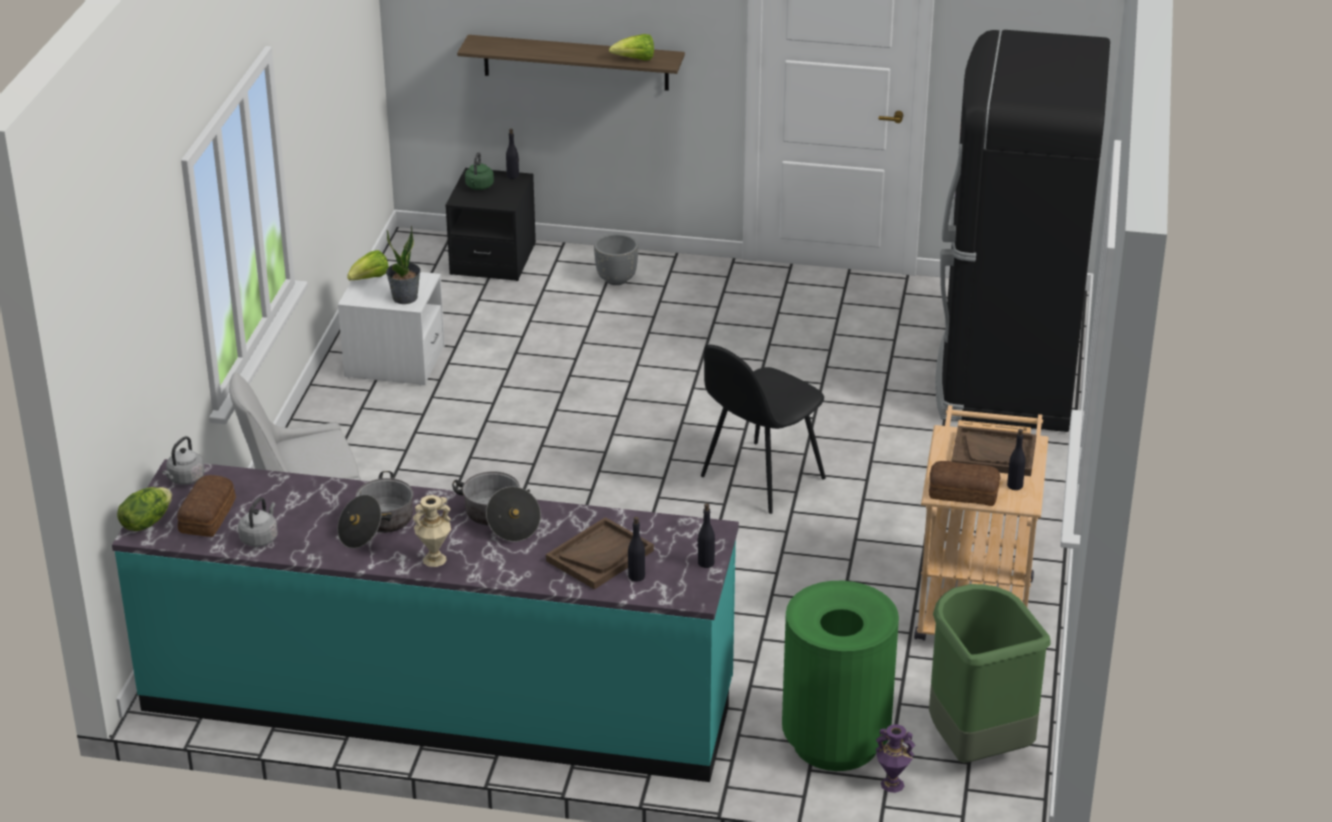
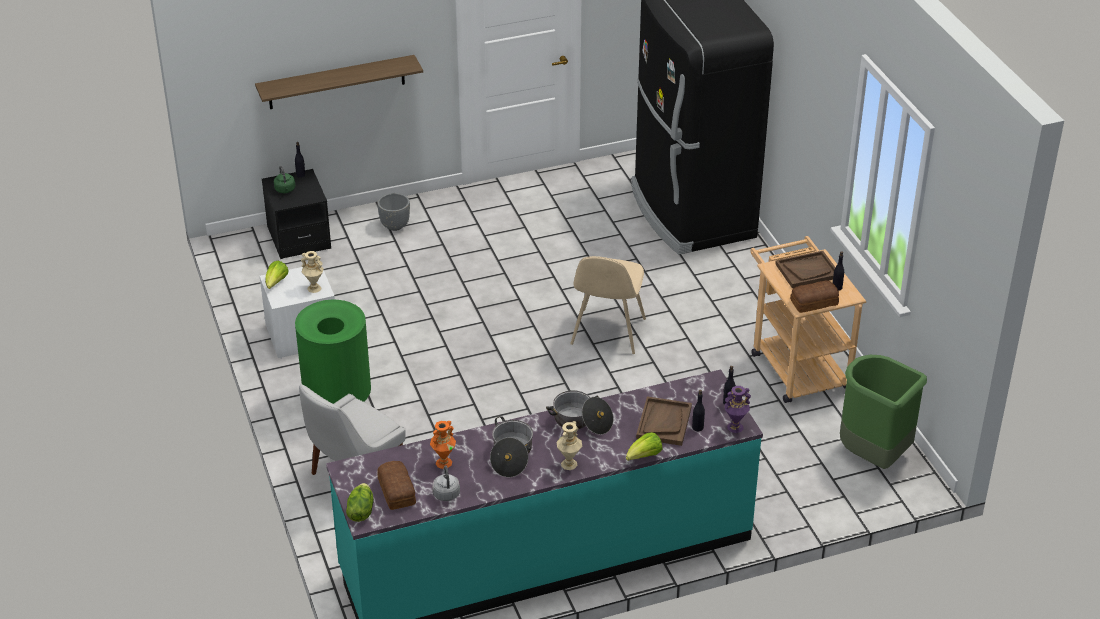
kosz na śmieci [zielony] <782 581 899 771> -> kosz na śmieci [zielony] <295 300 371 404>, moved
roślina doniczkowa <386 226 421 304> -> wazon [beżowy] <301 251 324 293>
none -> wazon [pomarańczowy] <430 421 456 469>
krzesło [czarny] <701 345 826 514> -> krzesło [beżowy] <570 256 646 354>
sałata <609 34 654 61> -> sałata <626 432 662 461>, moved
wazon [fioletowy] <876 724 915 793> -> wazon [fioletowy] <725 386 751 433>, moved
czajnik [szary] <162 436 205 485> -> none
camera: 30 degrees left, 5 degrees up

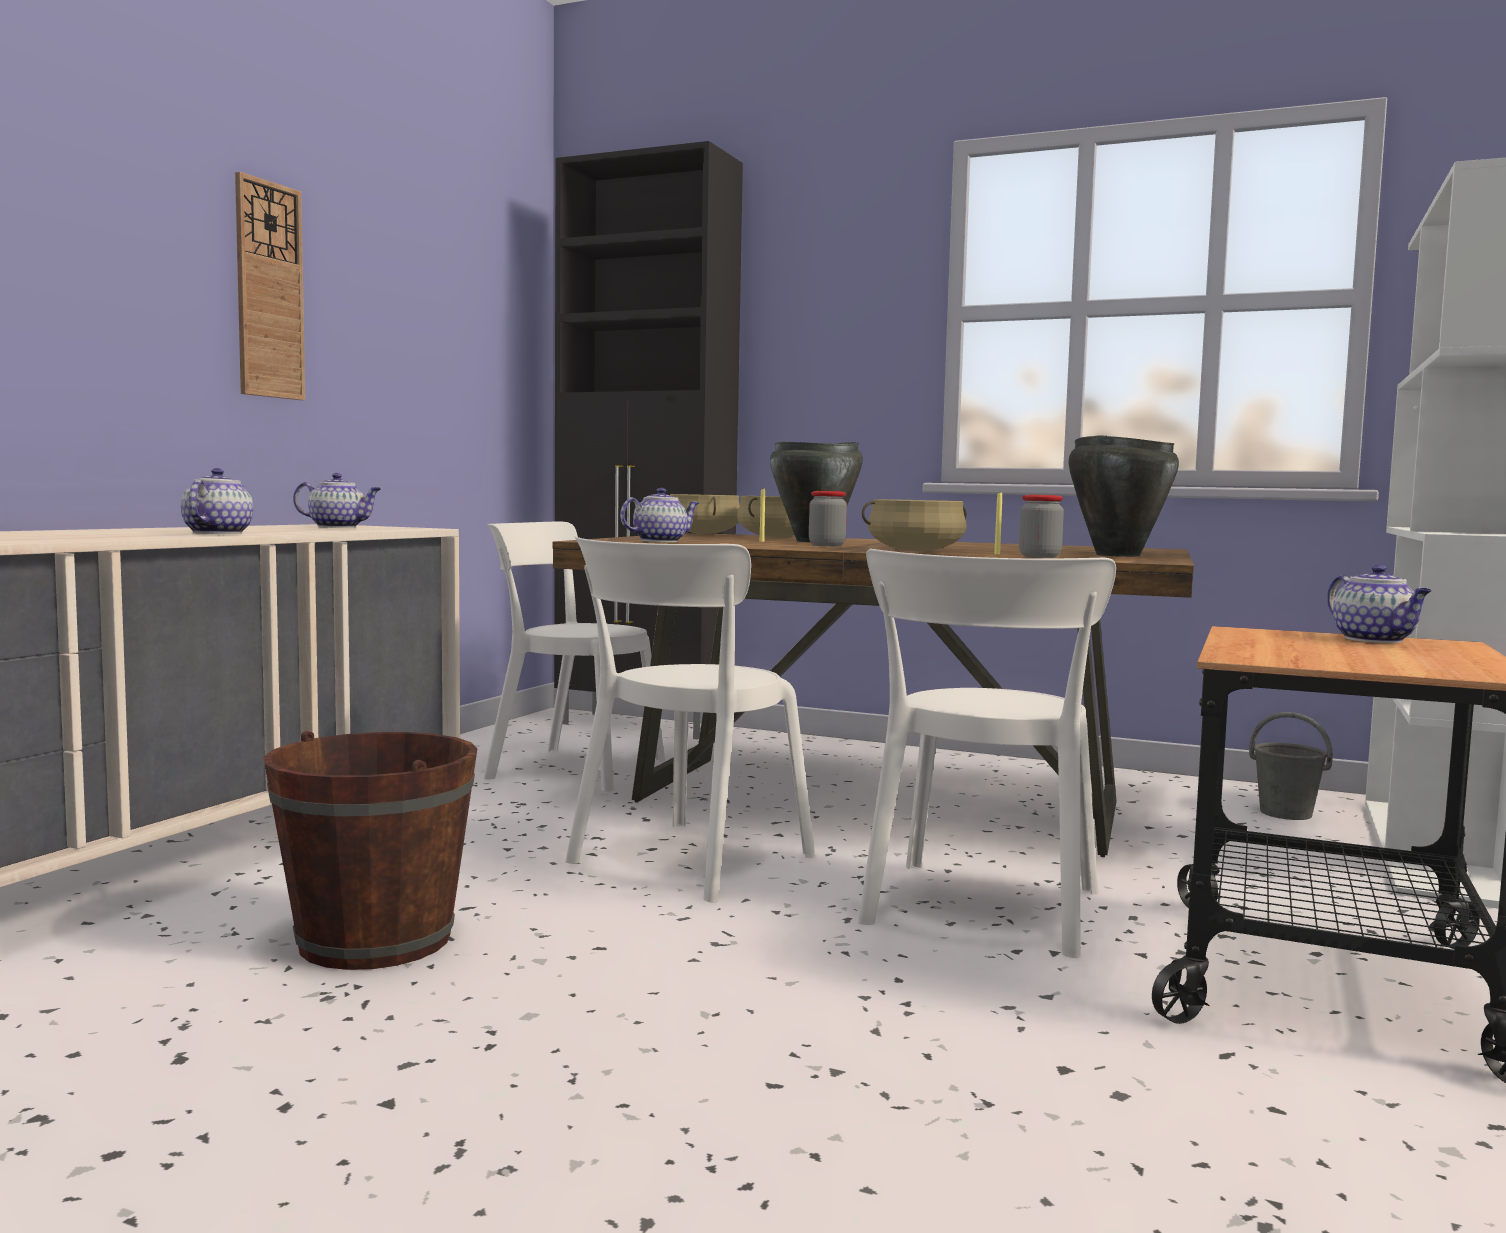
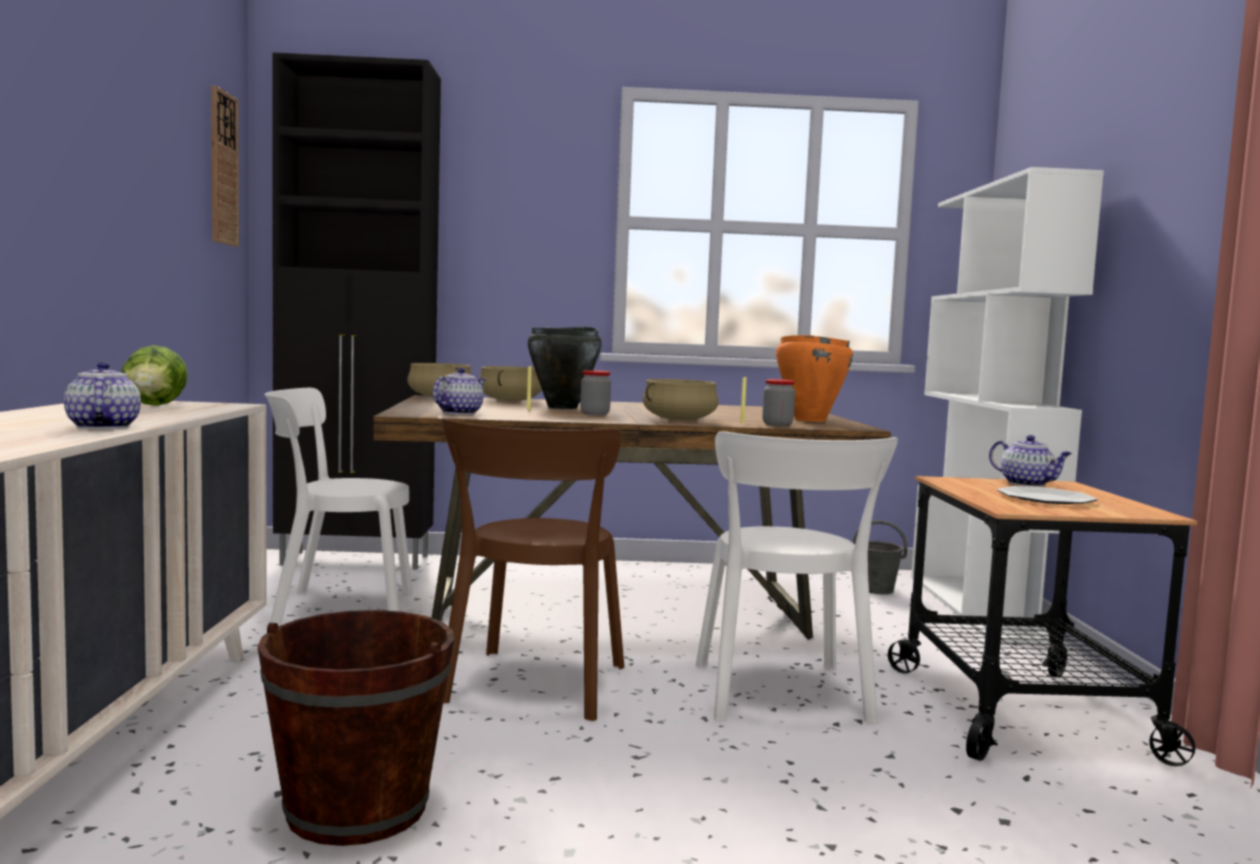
imbryk <293 473 381 528> -> sałata <121 345 188 406>
zegar ścienny <235 172 305 400> -> zegar ścienny <211 85 239 247>, moved
krzesło [biały] <565 536 815 902> -> krzesło [brązowy] <442 419 624 721>
garnek [czarny] <1069 435 1179 557> -> garnek [pomarańczowy] <776 335 853 422>
none -> talerz <997 486 1097 504>
camera: 25 degrees left, 0 degrees up

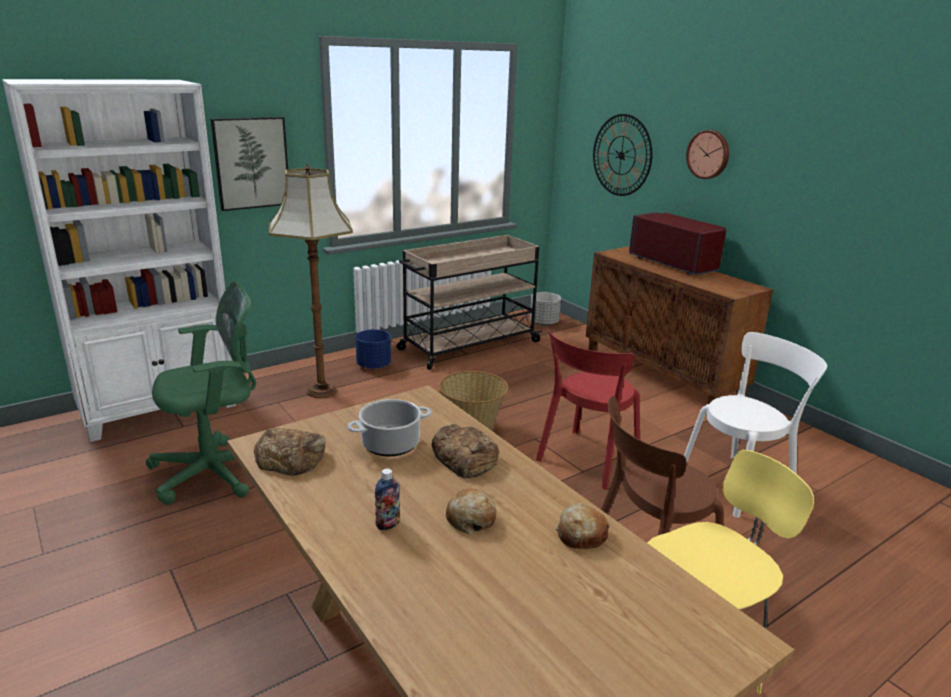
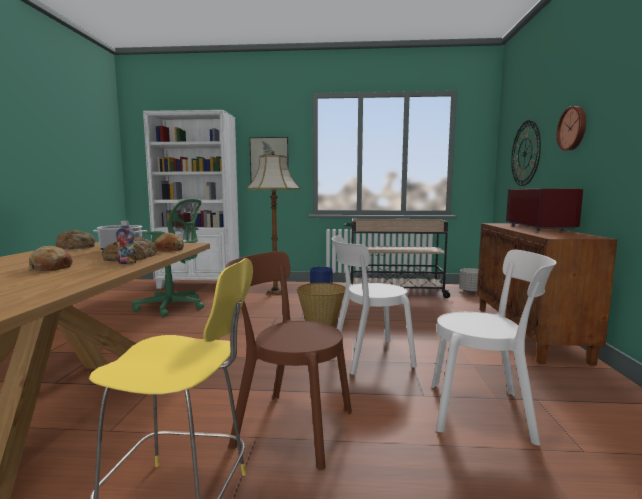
butelka <375 469 400 530> -> butelka <116 221 136 264>, moved
chleb <556 503 609 549> -> chleb <154 233 184 252>, moved
krzesło [czerwony] <536 329 640 490> -> krzesło [biały] <332 235 417 375>
camera: 40 degrees right, 15 degrees down

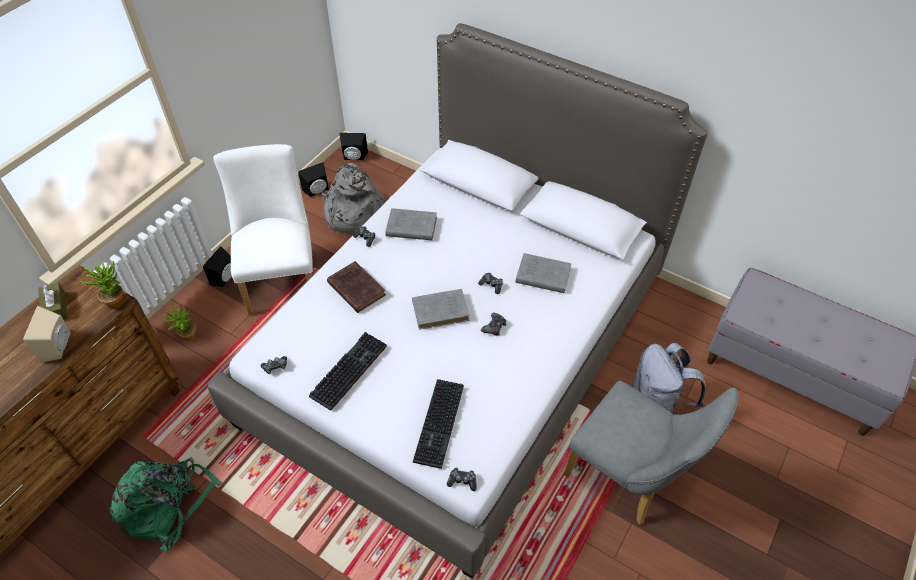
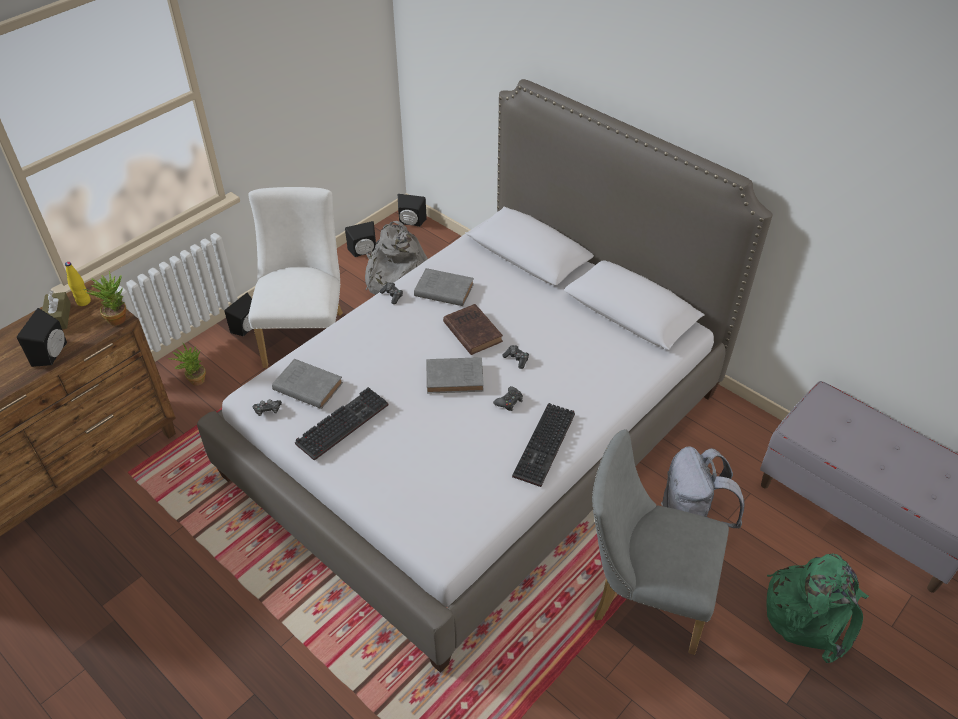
głośnik [beżowy] <23 306 71 363> -> głośnik [czarny] <17 308 67 367>
none -> butelka [żółty] <65 262 91 306>
książka [szary] <516 253 572 293> -> książka [szary] <272 359 343 409>, moved
książka [brązowy] <327 261 386 313> -> książka [brązowy] <443 304 503 355>, moved
klawiatura <413 379 464 469> -> klawiatura <512 403 575 487>, moved
krzesło [szary] <564 381 739 525> -> krzesło [szary] <592 429 729 655>, 150 degrees clockwise
plecak [zielony] <109 458 222 552> -> plecak [zielony] <766 554 869 663>, moved
pad do gier <447 468 477 491> -> none
camera: 10 degrees right, 5 degrees down

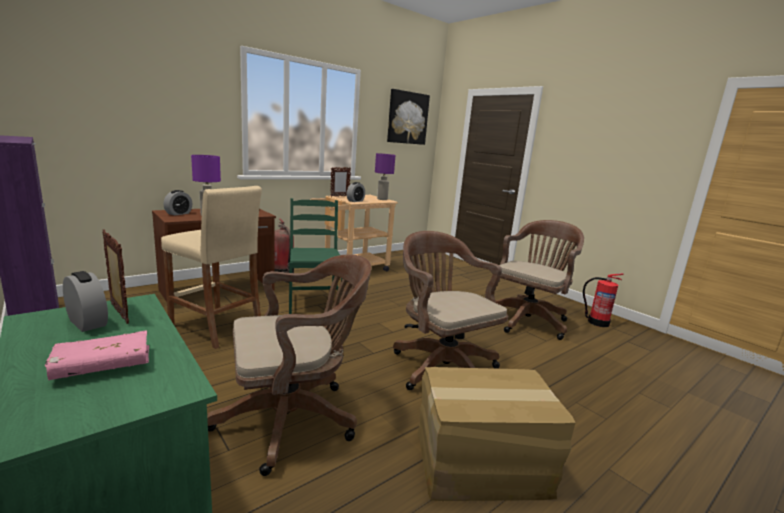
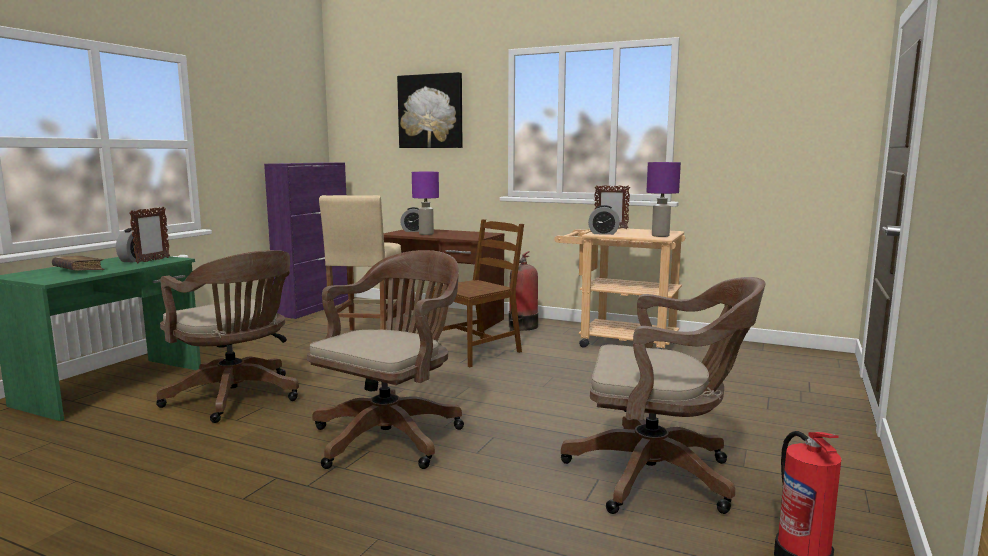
książka [różowy] <45 330 149 380> -> książka [brązowy] <52 256 105 271>
obraz <387 89 430 145> -> obraz <397 72 462 148>, moved
krzesło [zielony] <289 198 344 314> -> krzesło [brązowy] <429 219 524 367>
karton <417 367 575 501> -> none
camera: 65 degrees right, 5 degrees down

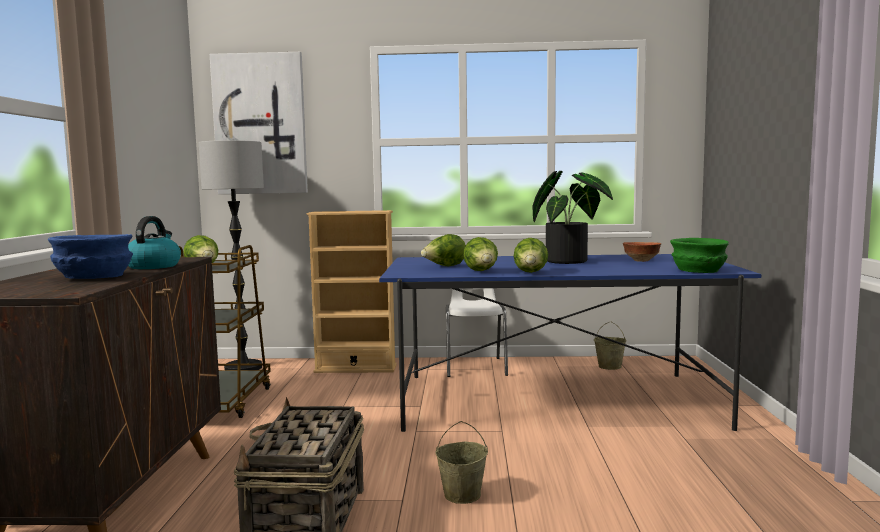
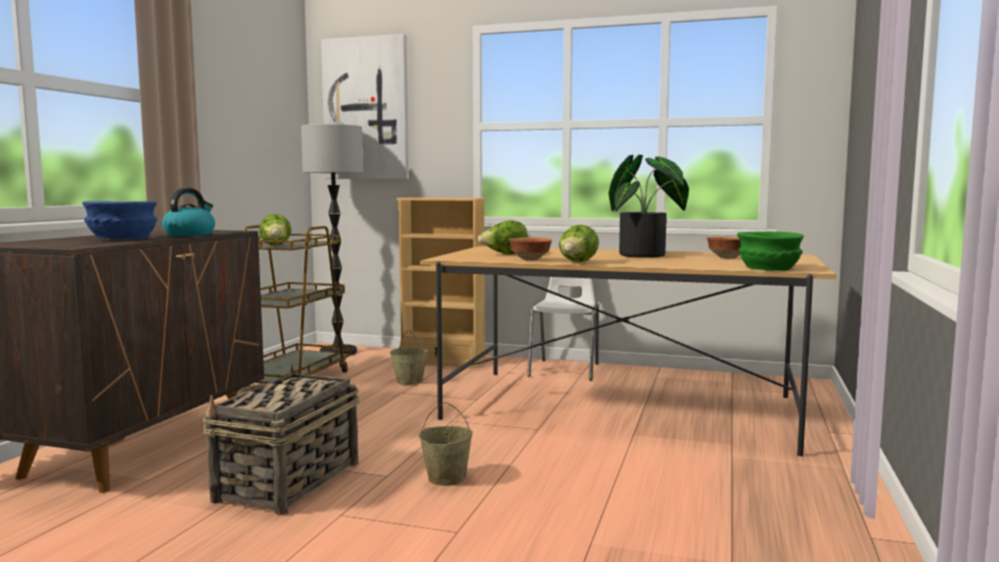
wiadro [beżowy] <594 321 627 370> -> wiadro [beżowy] <390 330 428 385>, moved
stół jadalny [niebieski] <379 254 761 432> -> stół jadalny [beżowy] <420 246 837 456>
sałata <463 237 498 271> -> miska <509 237 552 261>
camera: 15 degrees right, 0 degrees up

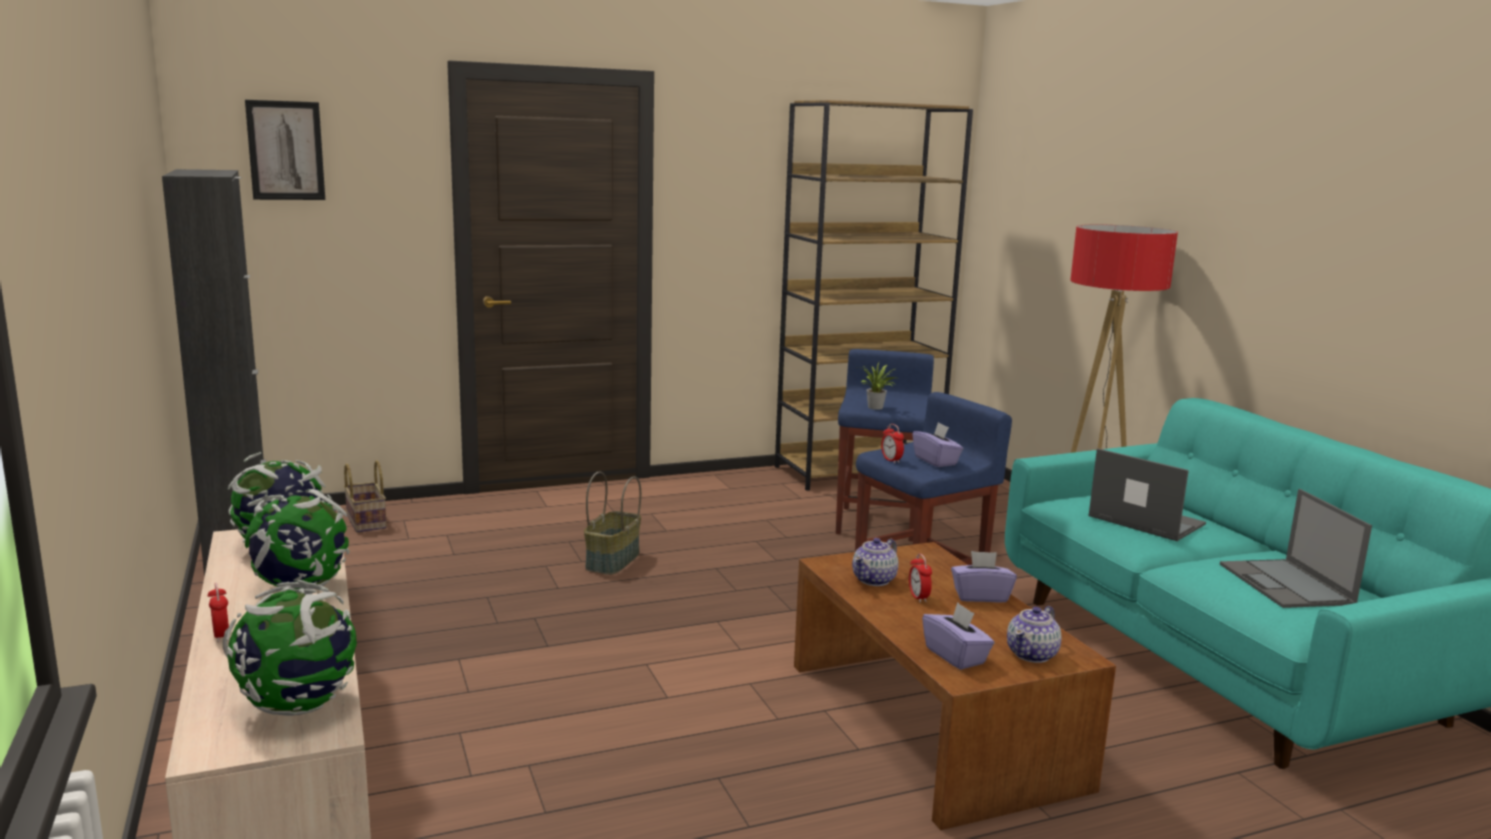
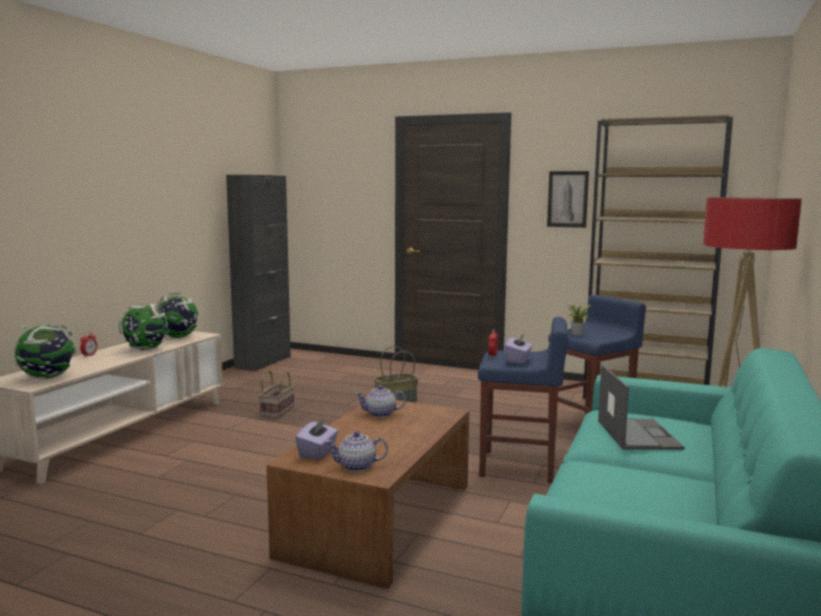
koszyk <344 460 387 533> -> koszyk <258 369 294 419>, moved
obraz <245 100 325 200> -> obraz <547 171 589 228>, moved
budzik <909 553 932 603> -> none
pudełko chusteczek [fioletowy] <951 551 1017 603> -> none
laptop <1220 489 1372 608> -> none
camera: 45 degrees right, 5 degrees down

